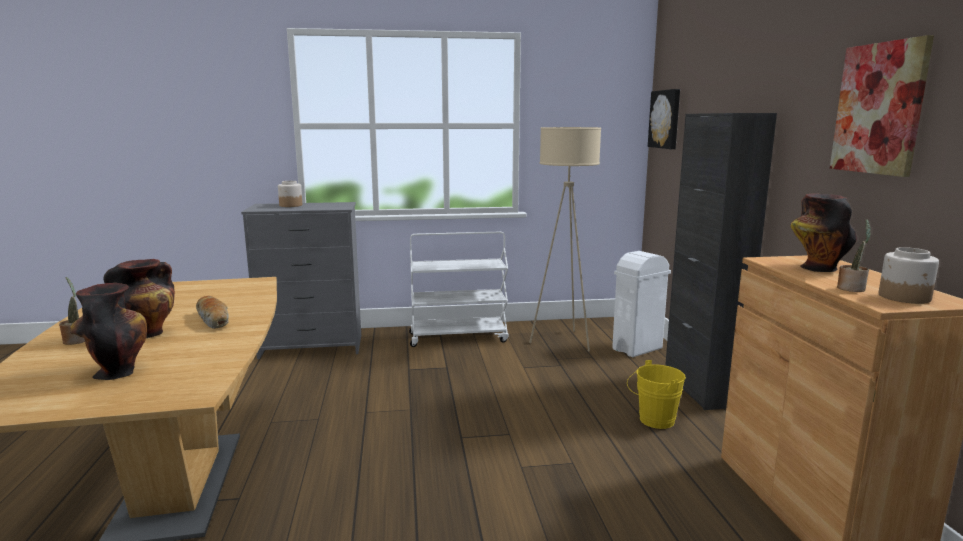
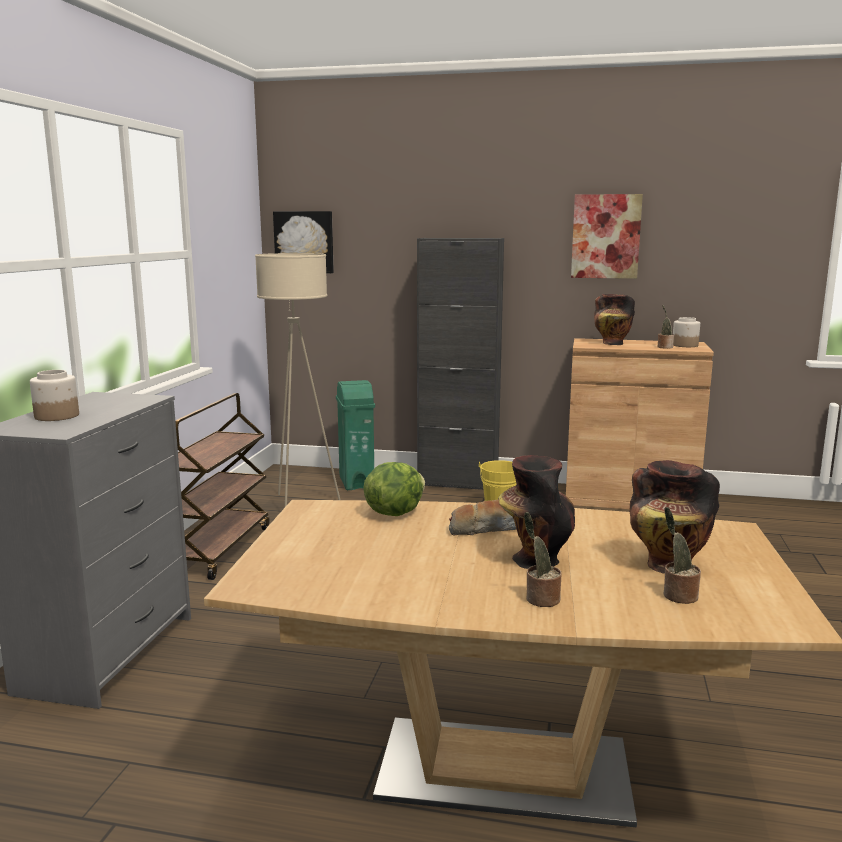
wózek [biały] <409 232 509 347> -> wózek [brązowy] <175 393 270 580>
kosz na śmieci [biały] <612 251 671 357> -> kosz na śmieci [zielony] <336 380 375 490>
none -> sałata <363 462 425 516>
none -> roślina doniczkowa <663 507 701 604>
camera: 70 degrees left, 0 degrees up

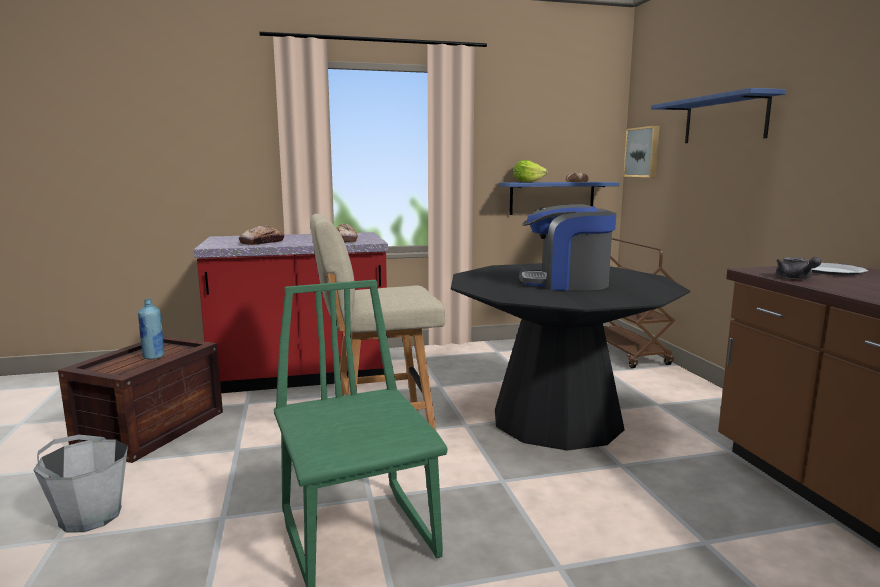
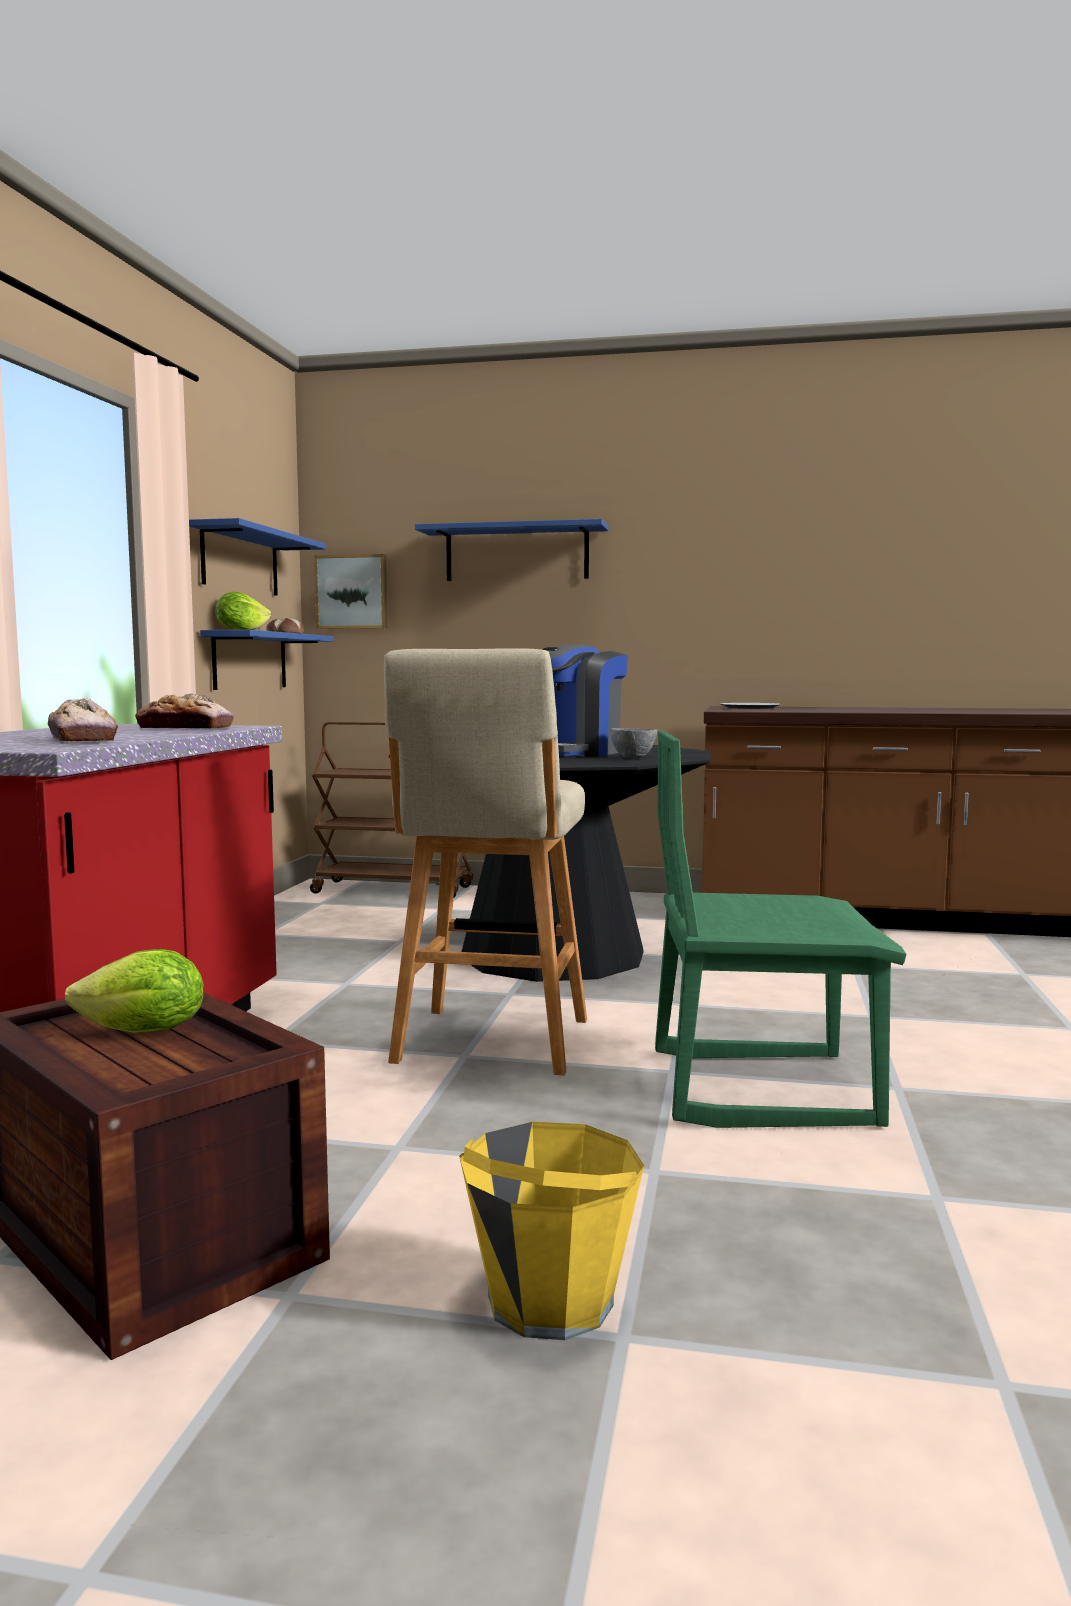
butelka [niebieski] <138 299 165 360> -> sałata <65 949 204 1033>
none -> półka [niebieski] <189 518 326 596>
wiadro [szary] <33 435 128 532> -> wiadro [żółty] <459 1122 644 1340>
none -> miska [szary] <610 728 657 758>
imbryk [szary] <776 257 821 279> -> none
camera: 65 degrees left, 5 degrees down

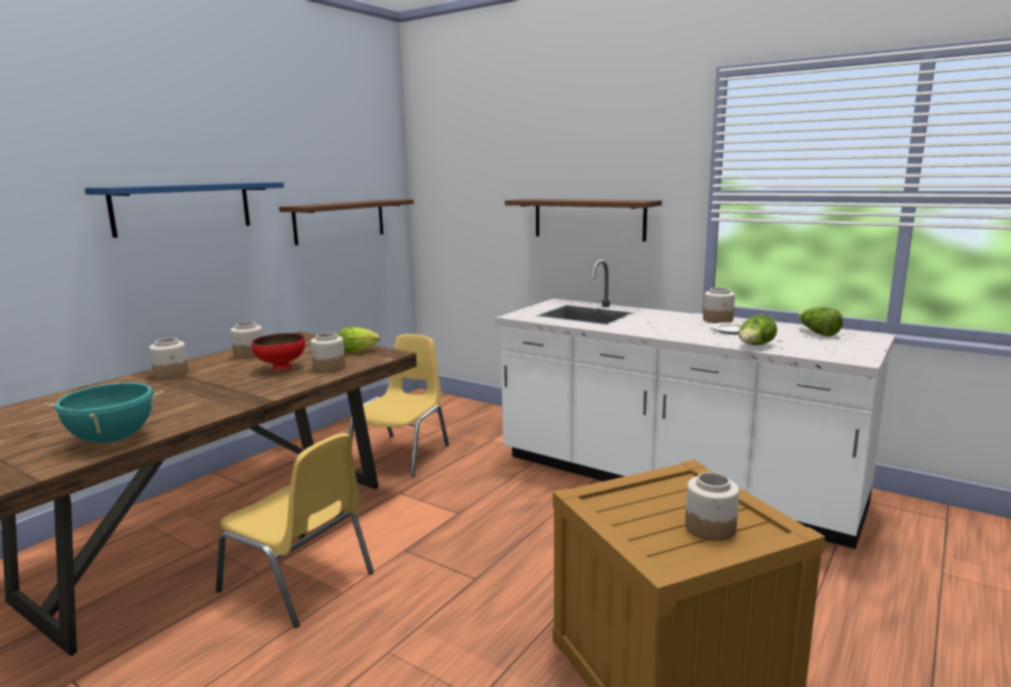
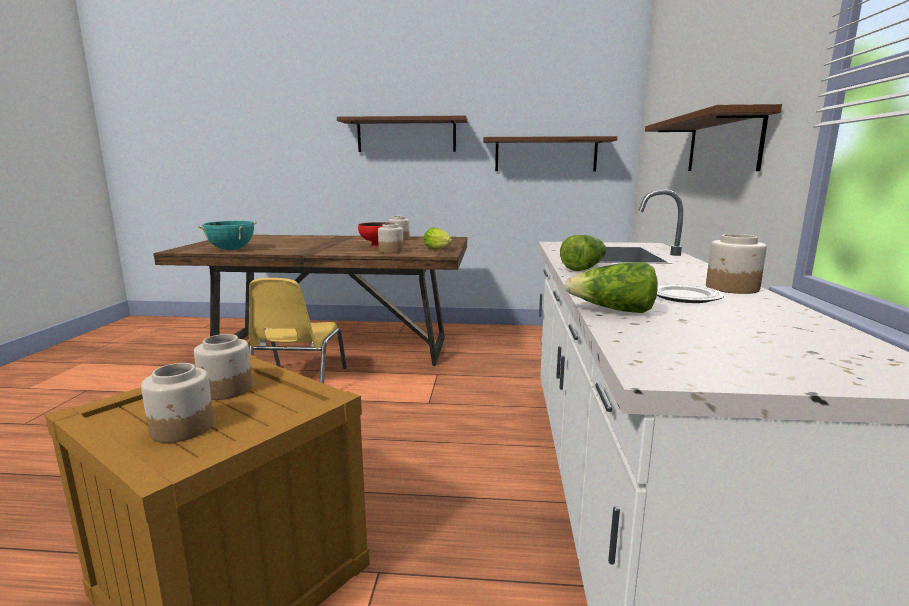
słoik <149 338 189 379> -> słoik <194 334 253 400>, moved
półka [niebieski] <85 182 284 238> -> półka [brązowy] <337 116 468 152>
sałata <798 307 843 337> -> sałata <560 235 606 271>, moved
krzesło [żółty] <349 334 449 476> -> none
camera: 60 degrees right, 0 degrees up

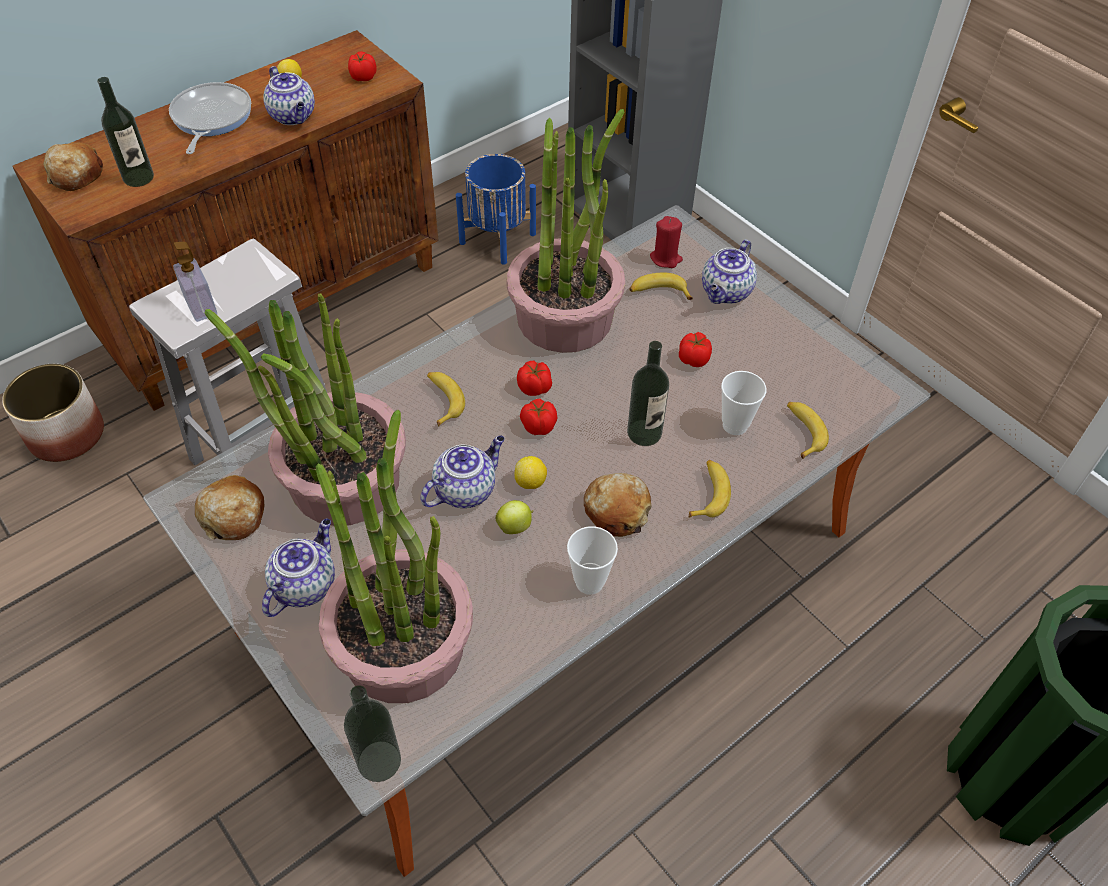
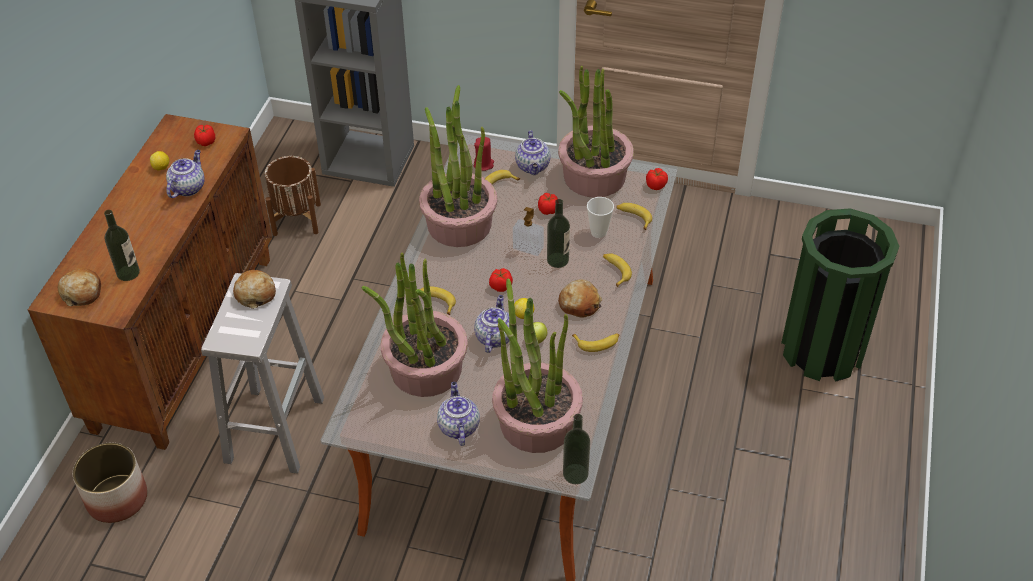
imbryk <263 66 315 125> -> imbryk <166 150 205 198>, 90 degrees counterclockwise
chleb <195 475 264 540> -> chleb <233 270 276 309>, moved
donica [niebieski] <456 154 536 265> -> donica [brązowy] <265 156 321 236>
dozownik mydła <173 242 217 322> -> dozownik mydła <513 207 544 256>, moved
none -> roślina doniczkowa <558 66 634 198>
filiżanka <567 526 618 595> -> banan <572 333 619 352>
pomidor <517 360 552 396> -> pomidor <646 168 668 190>, moved
patelnia <169 82 251 154> -> none
camera: 35 degrees left, 5 degrees down

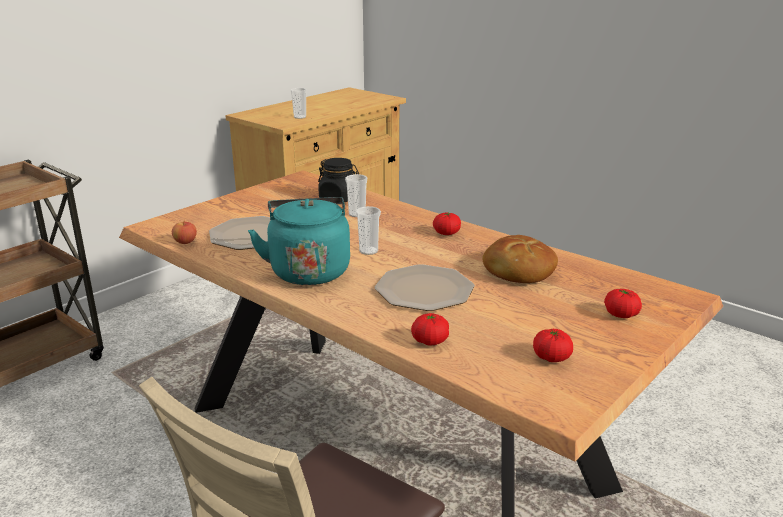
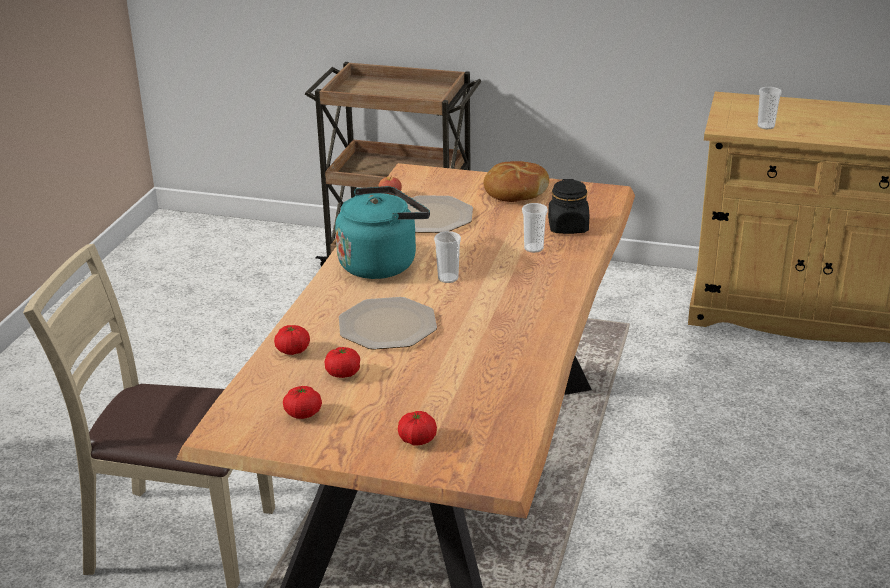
pomidor <433 212 461 235> -> pomidor <325 347 360 378>, moved
chleb <482 235 558 283> -> chleb <484 161 549 202>, moved
camera: 65 degrees right, 5 degrees up

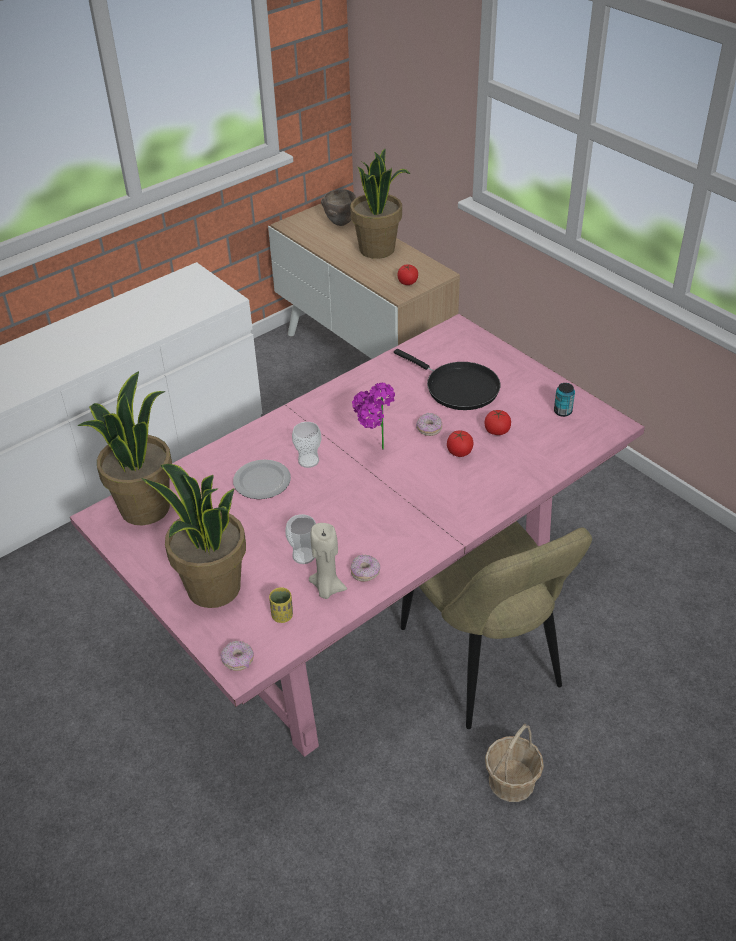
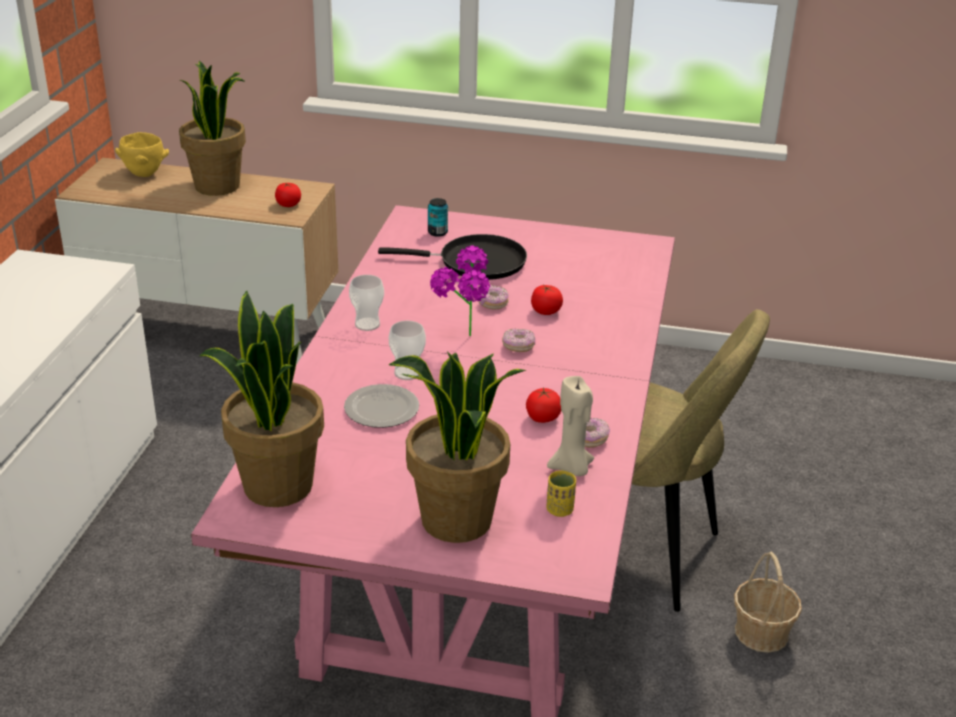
miska [brązowy] <321 189 356 226> -> miska [żółty] <115 132 169 177>
filiżanka <285 514 316 564> -> filiżanka <349 275 384 331>, moved
puszka <554 383 575 417> -> puszka <428 198 448 237>, moved
donut <220 641 254 671> -> donut <502 329 535 352>, moved
pomidor <484 410 511 435> -> pomidor <526 387 561 423>, moved
camera: 40 degrees left, 10 degrees down

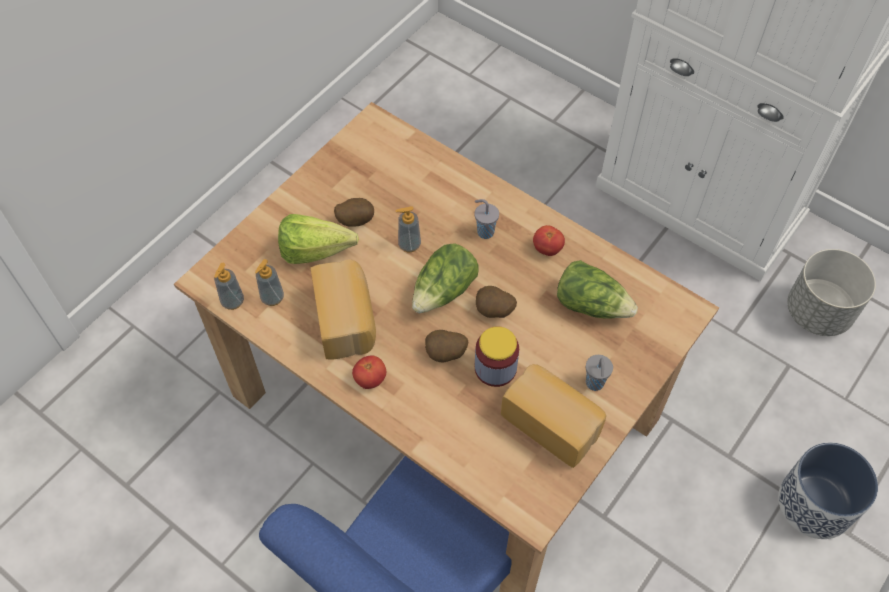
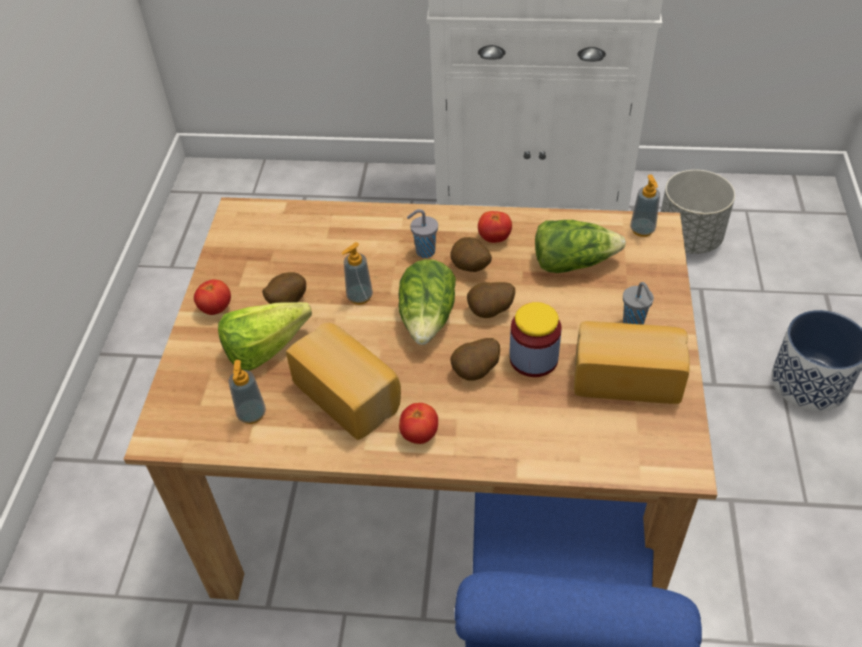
none -> pomidor <194 279 231 315>
none -> ziemniak <450 237 492 272>
dozownik mydła <214 263 244 310> -> dozownik mydła <630 174 660 237>, moved
camera: 30 degrees left, 10 degrees down

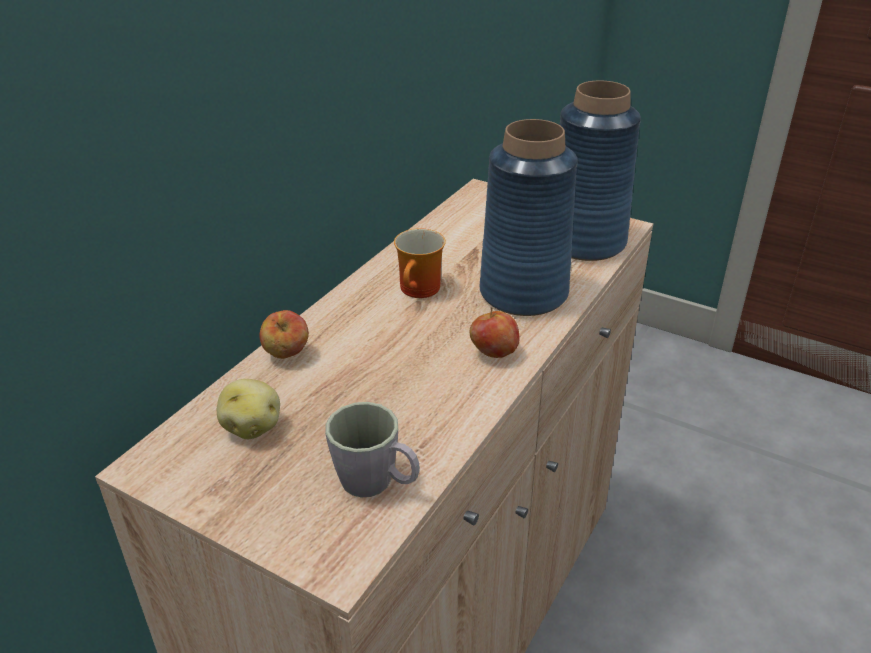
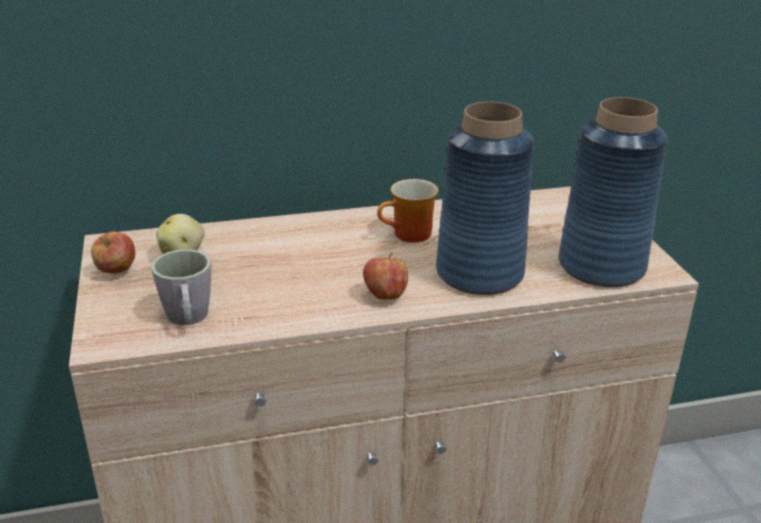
jabłko <259 310 309 359> -> jabłko <91 231 135 273>, moved
camera: 45 degrees right, 5 degrees down

